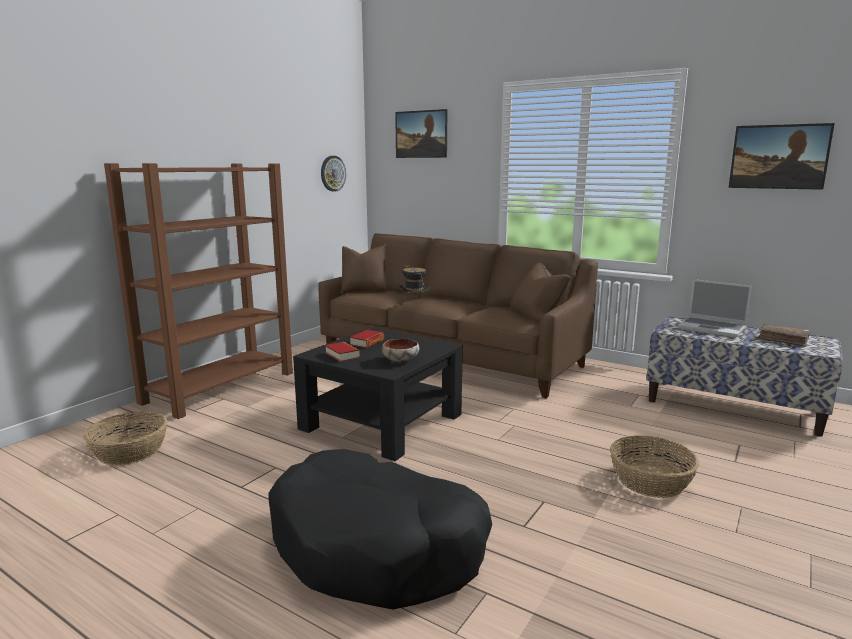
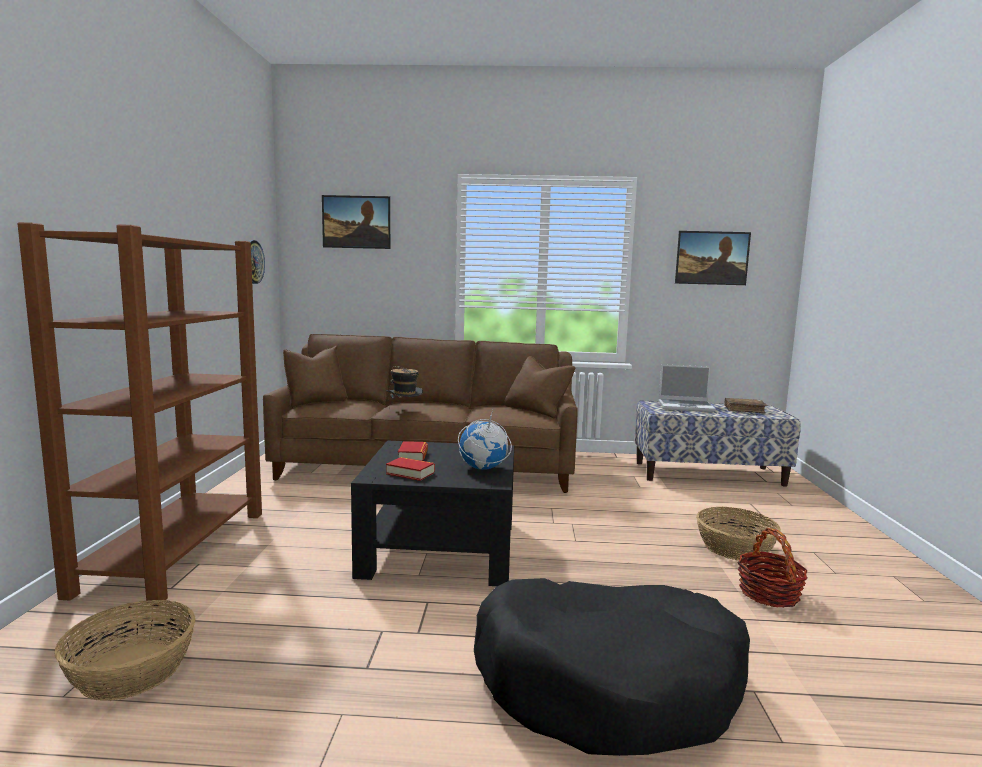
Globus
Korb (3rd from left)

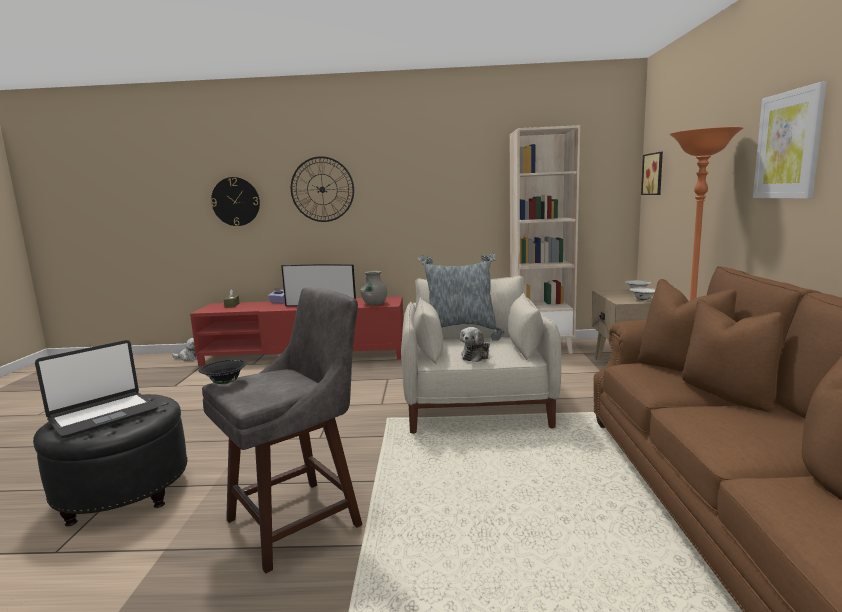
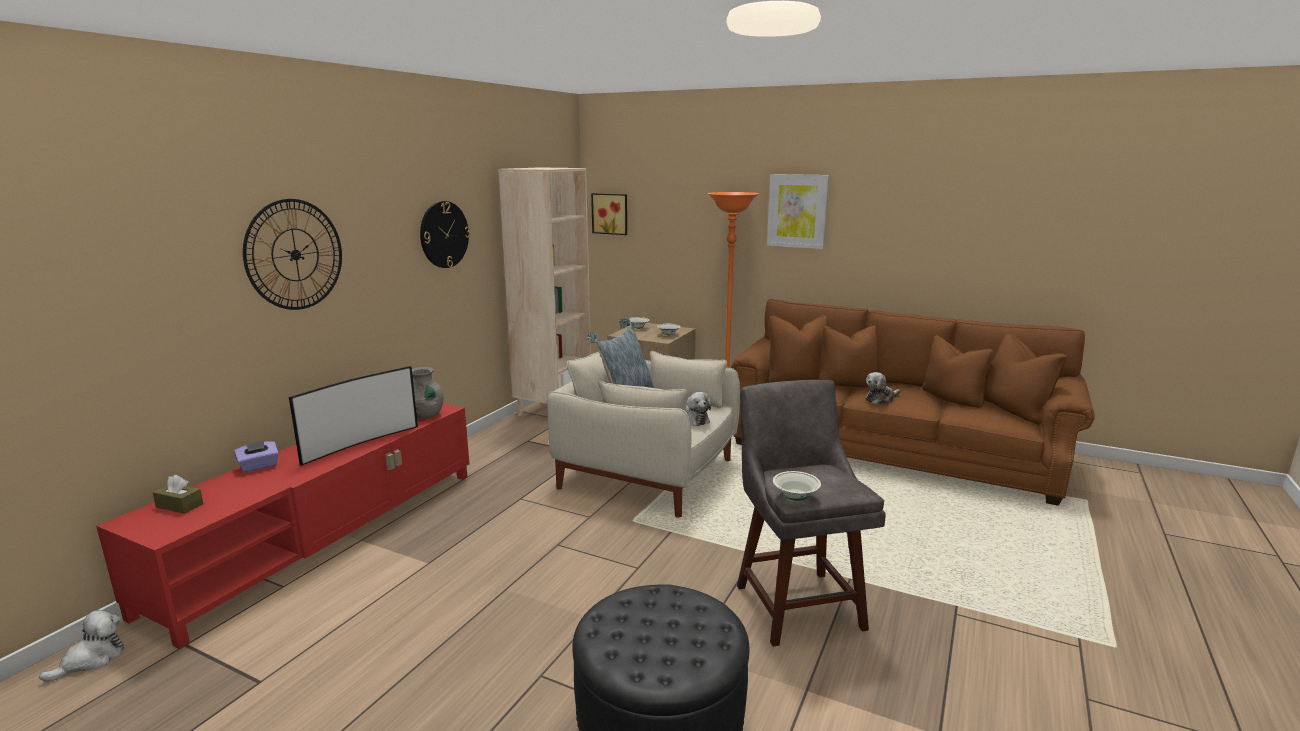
Wanduhr (2nd from left)
Laptop
Schüssel [weiß] (3rd from left)
Plüschtier (3rd from left)

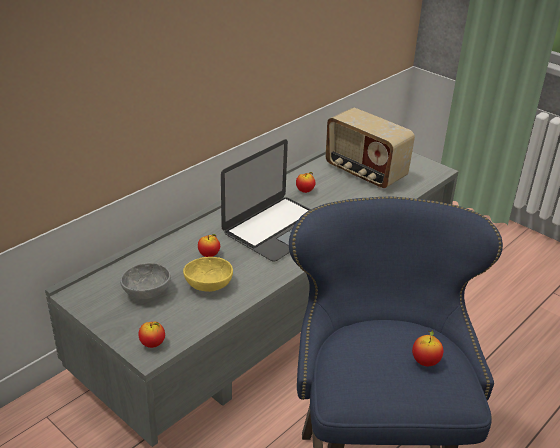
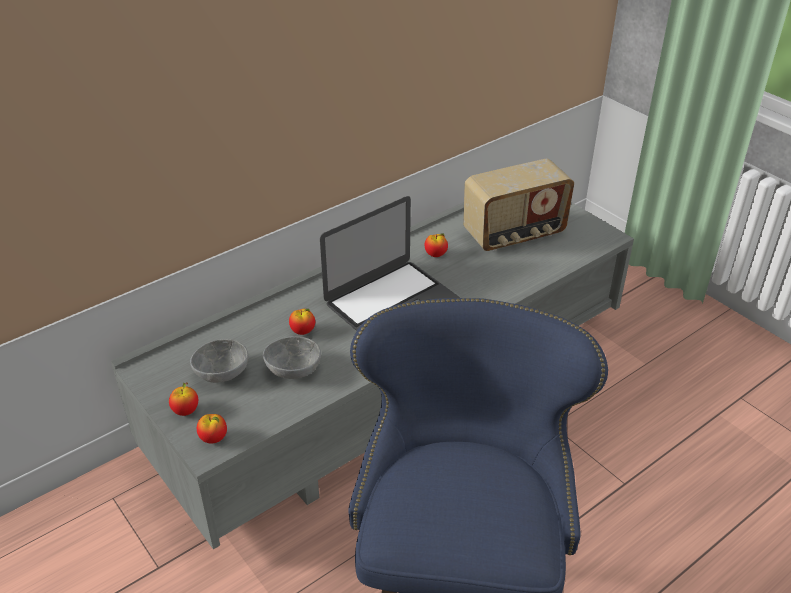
Radio
Schüssel [grau] (2nd from left)
Apfel (1st from left)

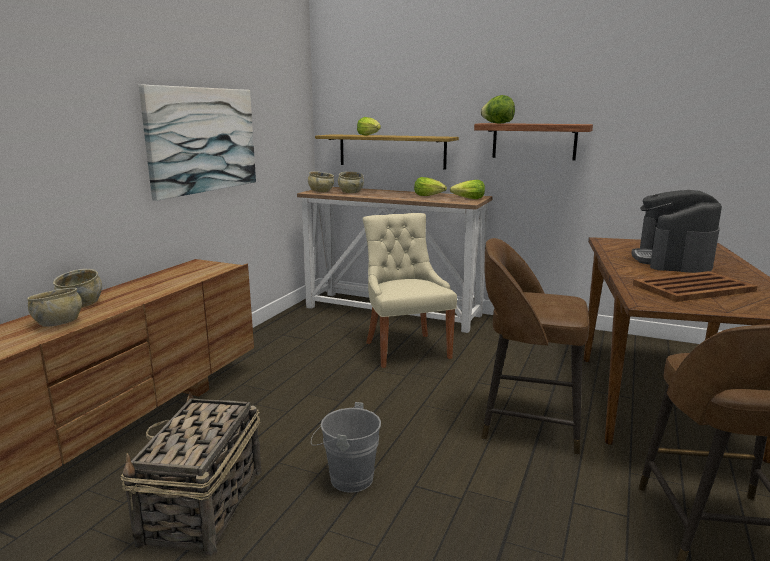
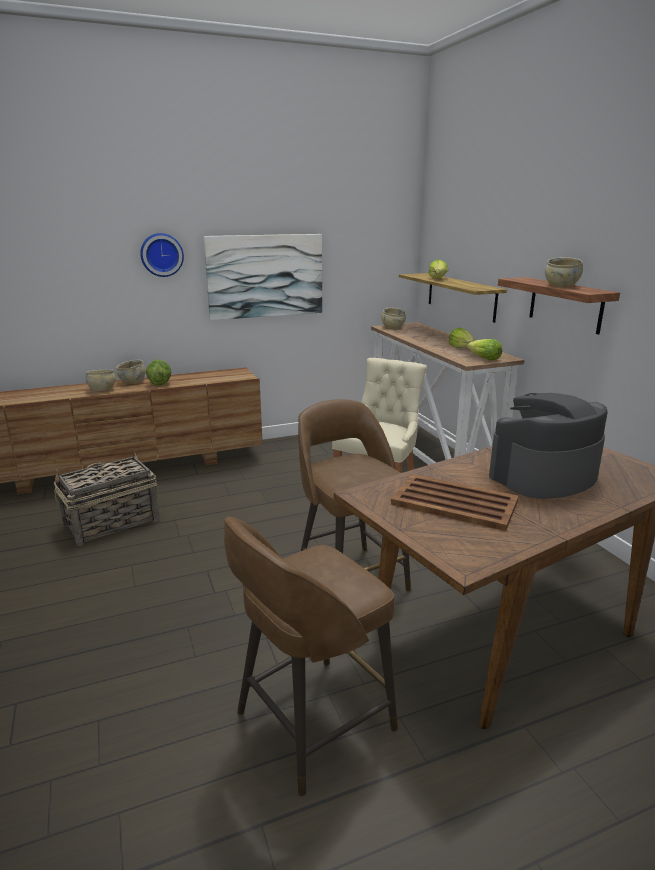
Salatkopf (1st from left)
Schüssel [beige] (4th from left)
Eimer [grau]
Wanduhr

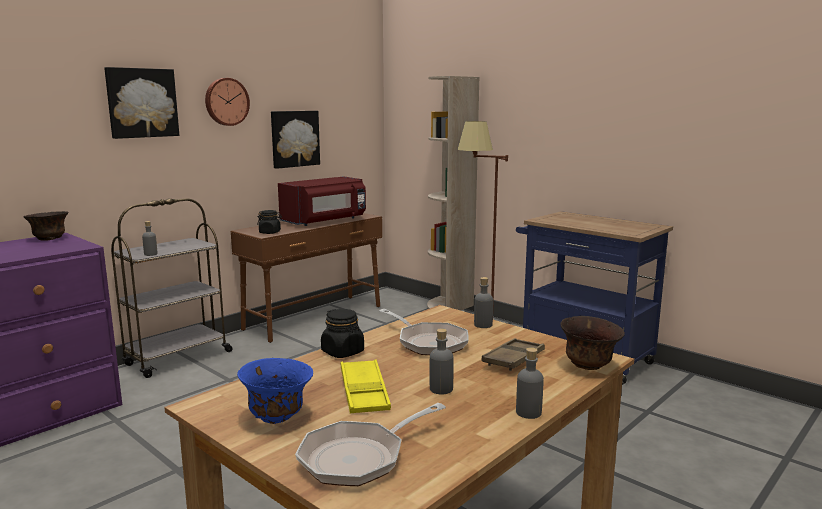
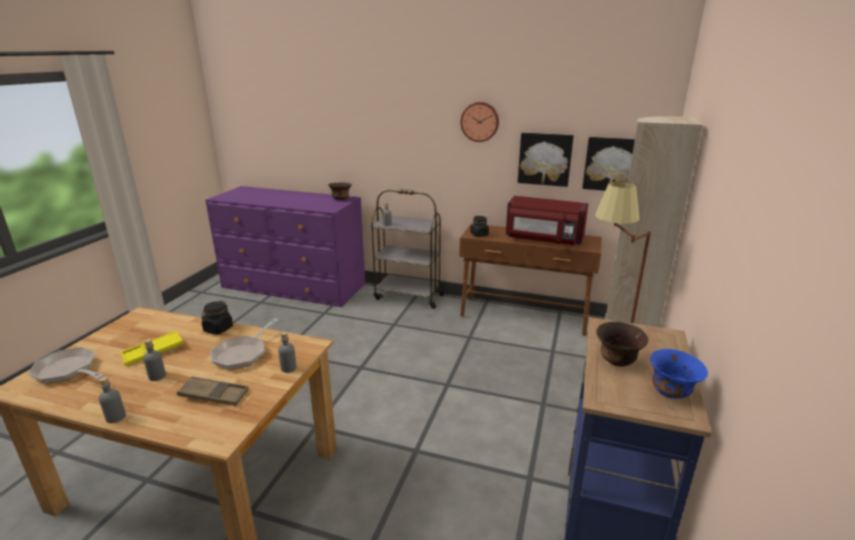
Bild (2nd from left)
Schüssel [braun] (2nd from left)
Schüssel [blau]

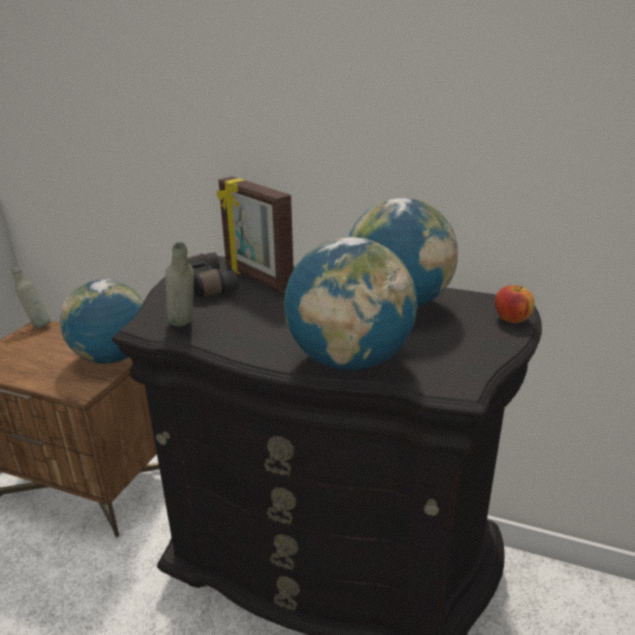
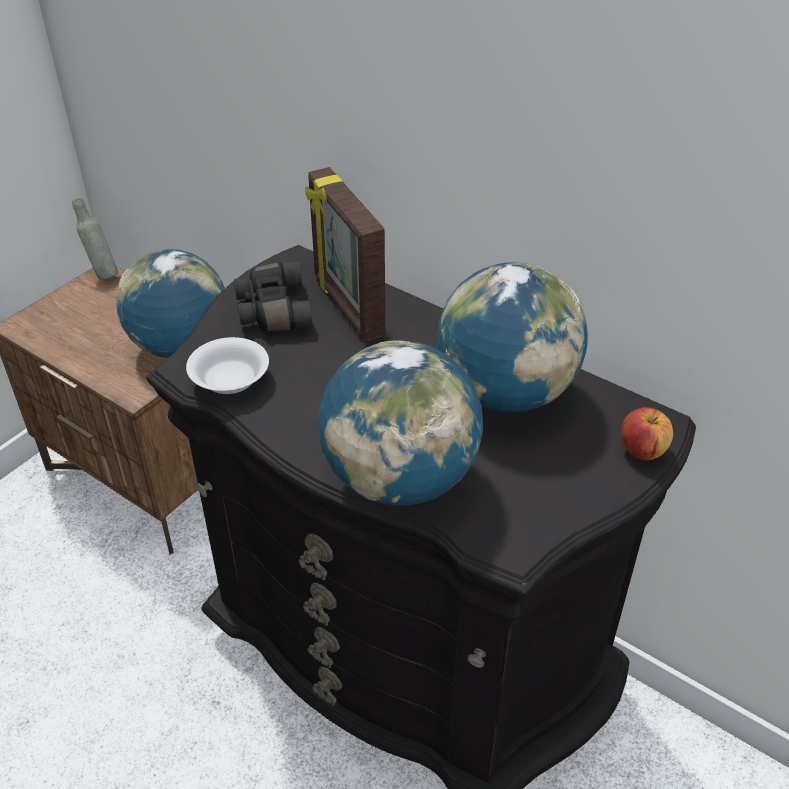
Schüssel [weiß]

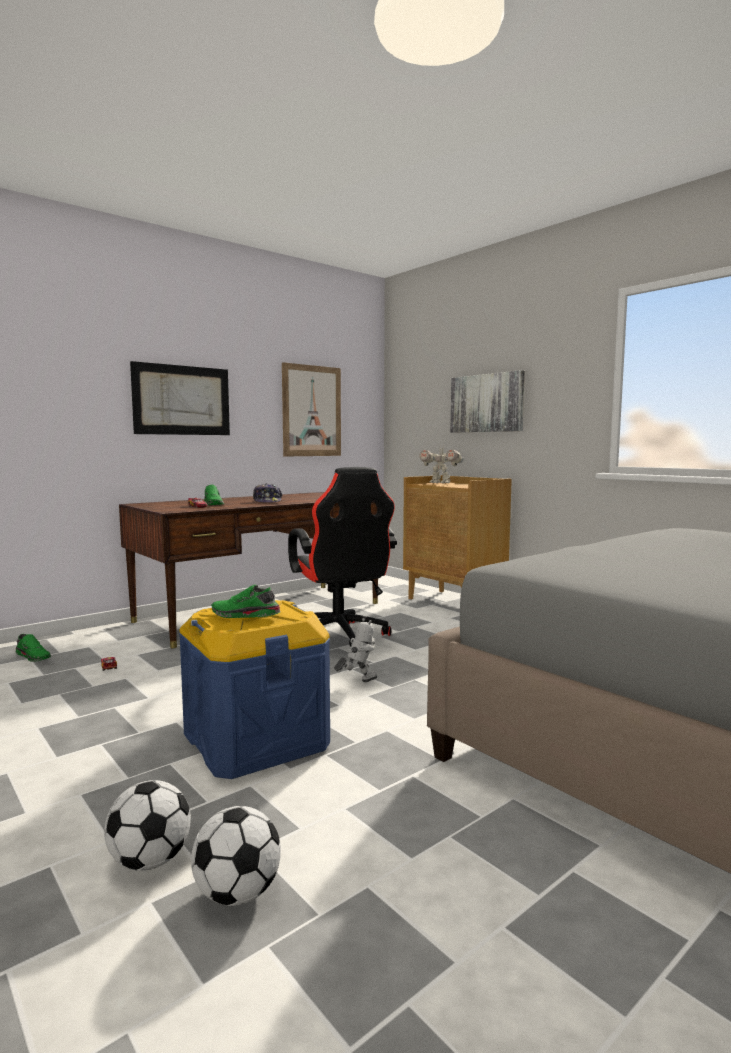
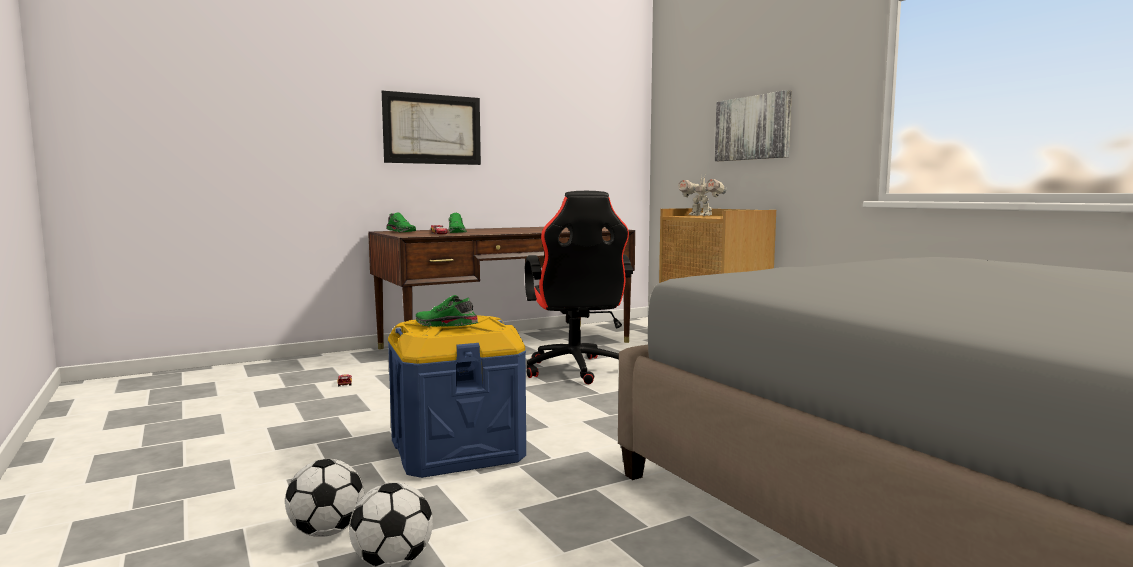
Bild (2nd from left in the first image)
Kappe
Spielzeugroboter (1st from left in the first image)
Schuh [grün] (1st from left)

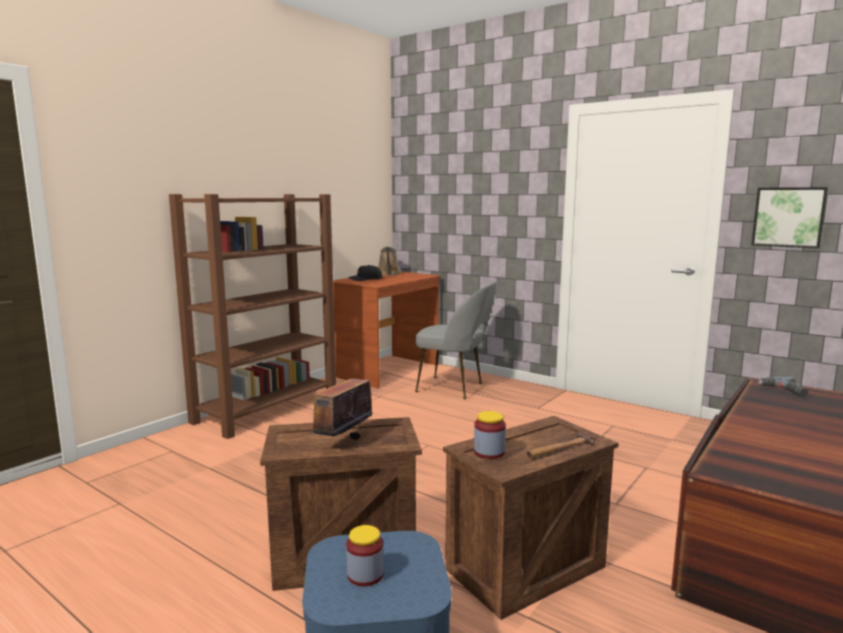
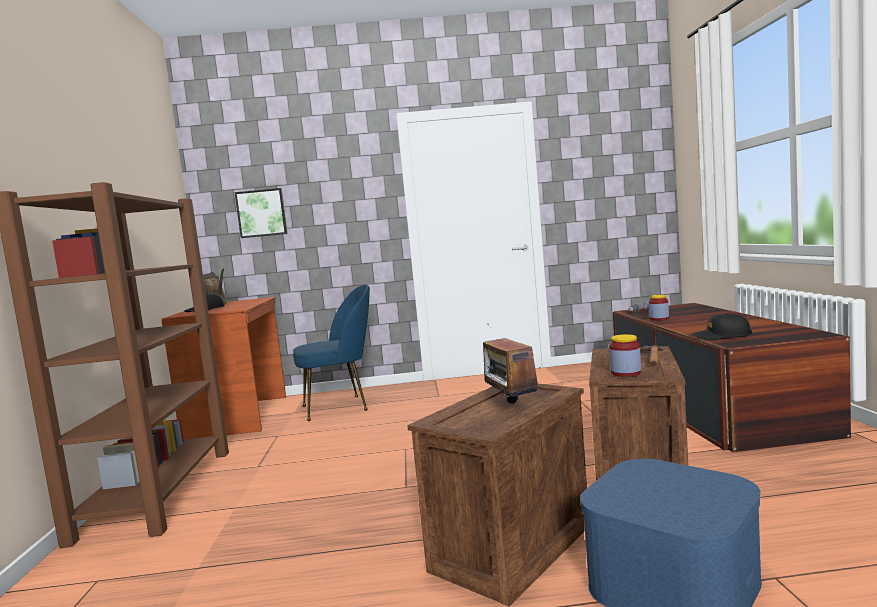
Bild
Stuhl [blau]
Vorratsglas (2nd from left)
Kappe [schwarz] (2nd from left)

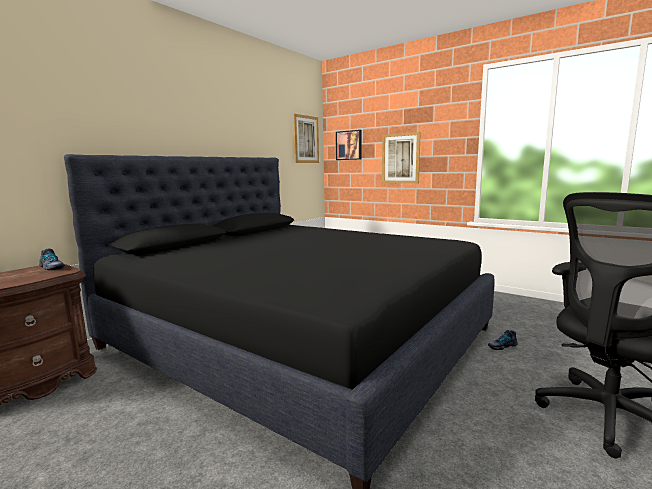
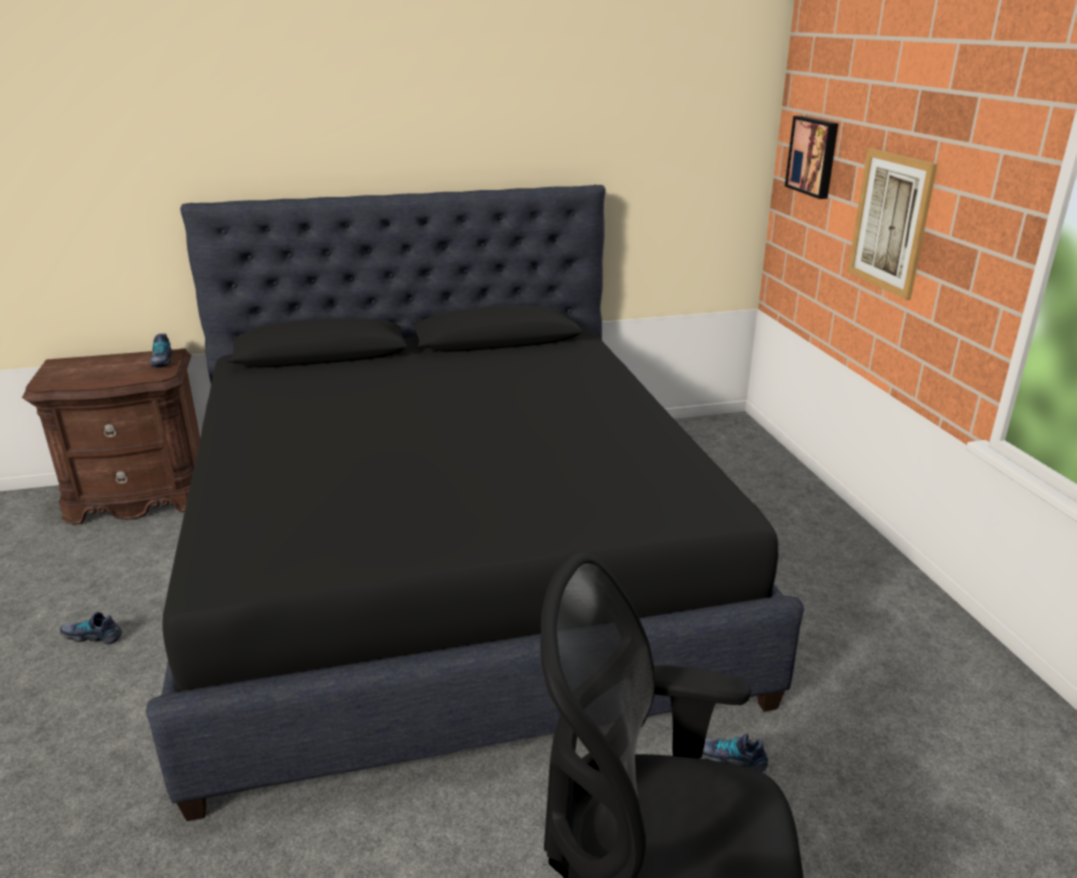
Bild (1st from left in the first image)
Schuh (1st from left)

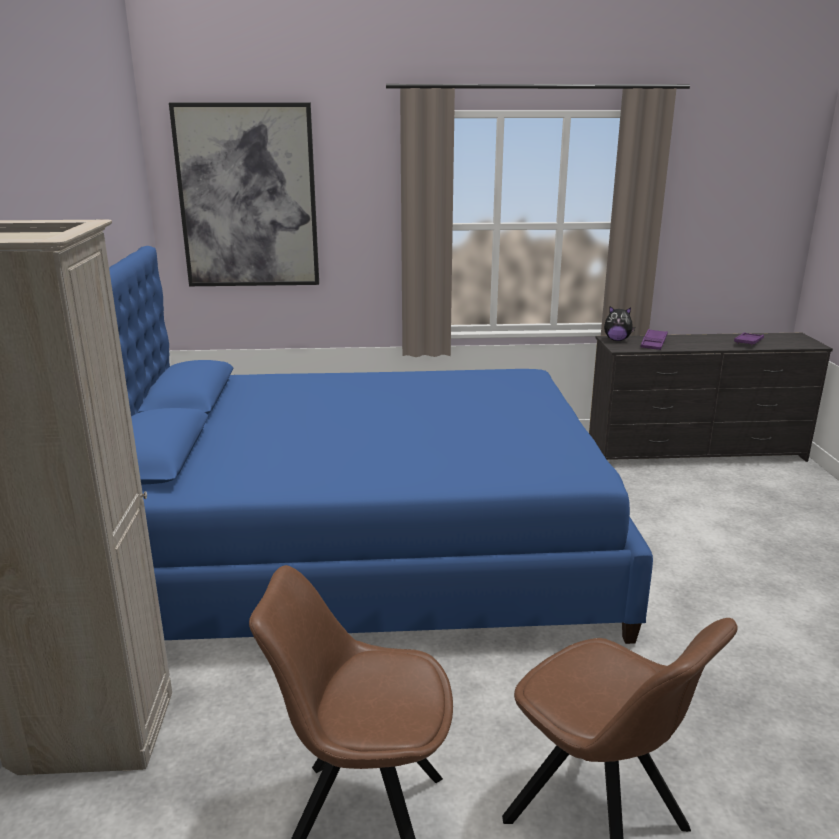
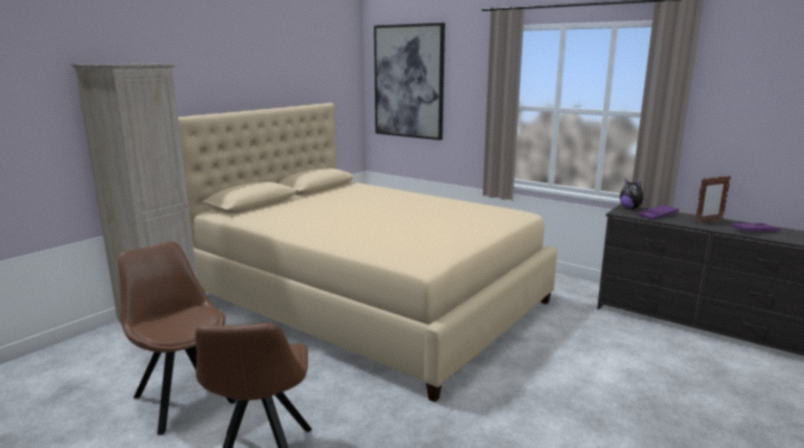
Bett [beige]
Bilderrahmen

